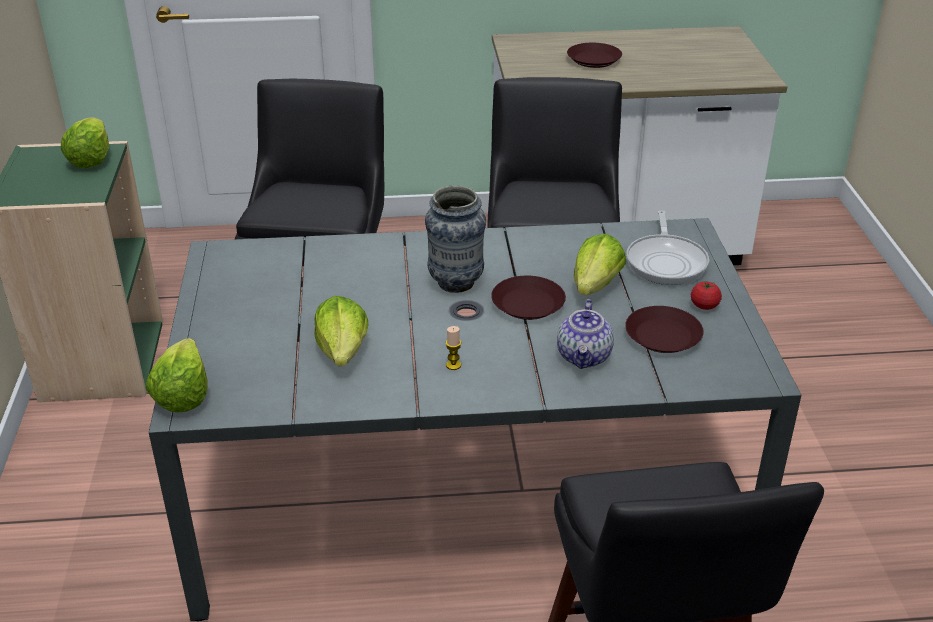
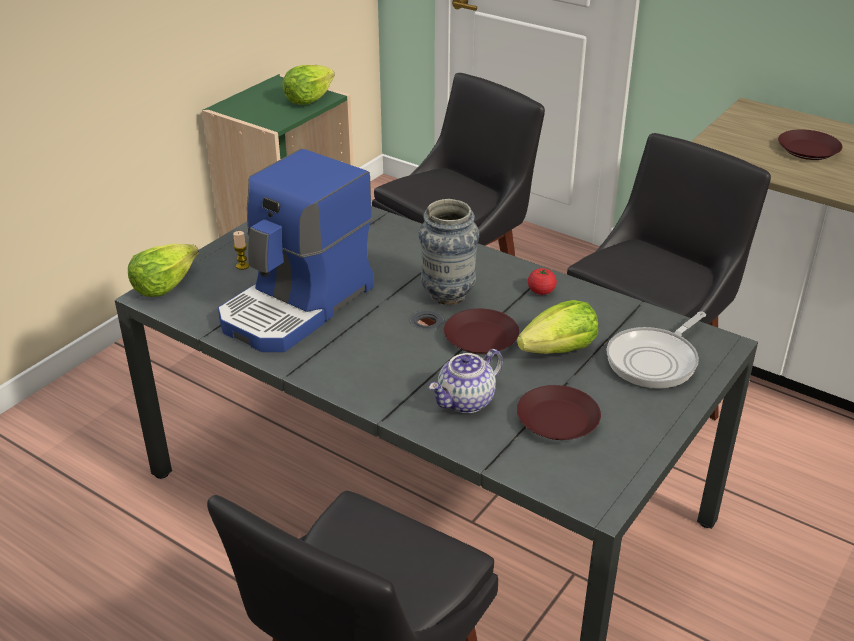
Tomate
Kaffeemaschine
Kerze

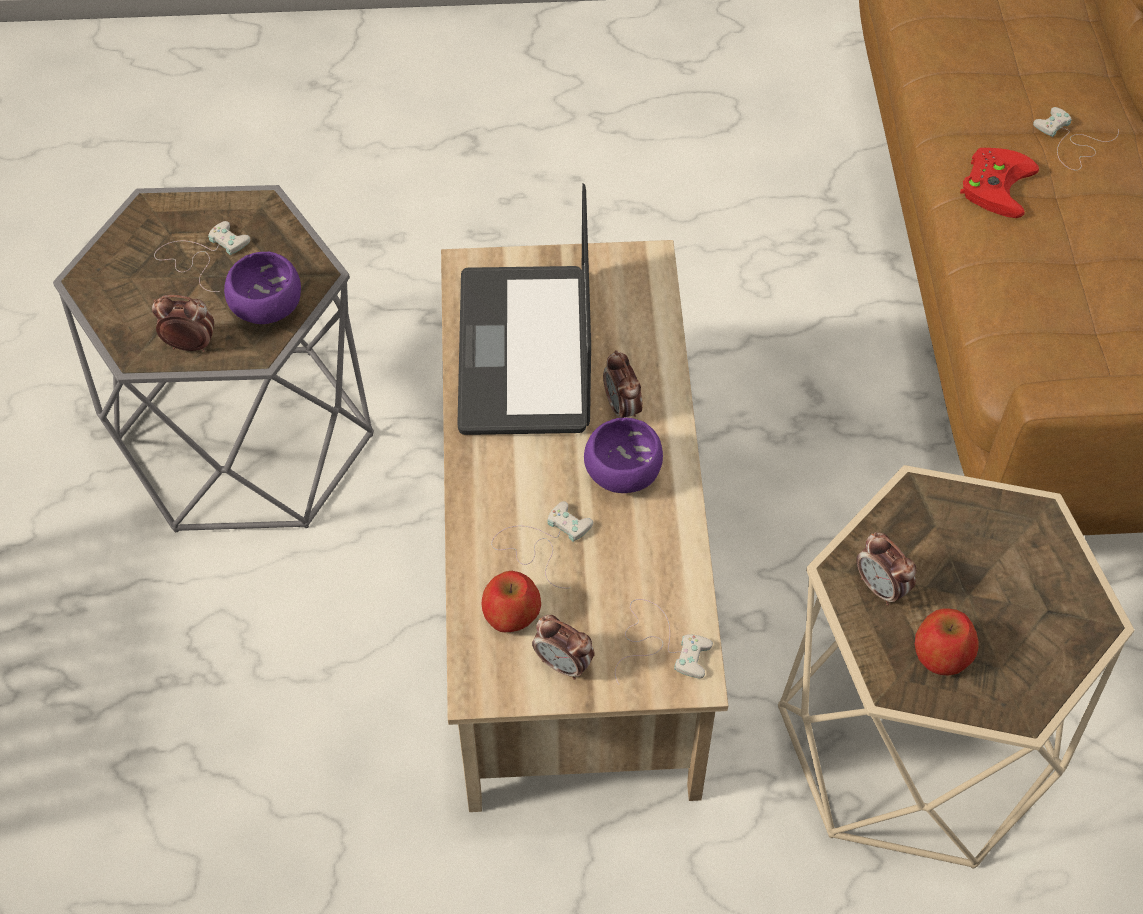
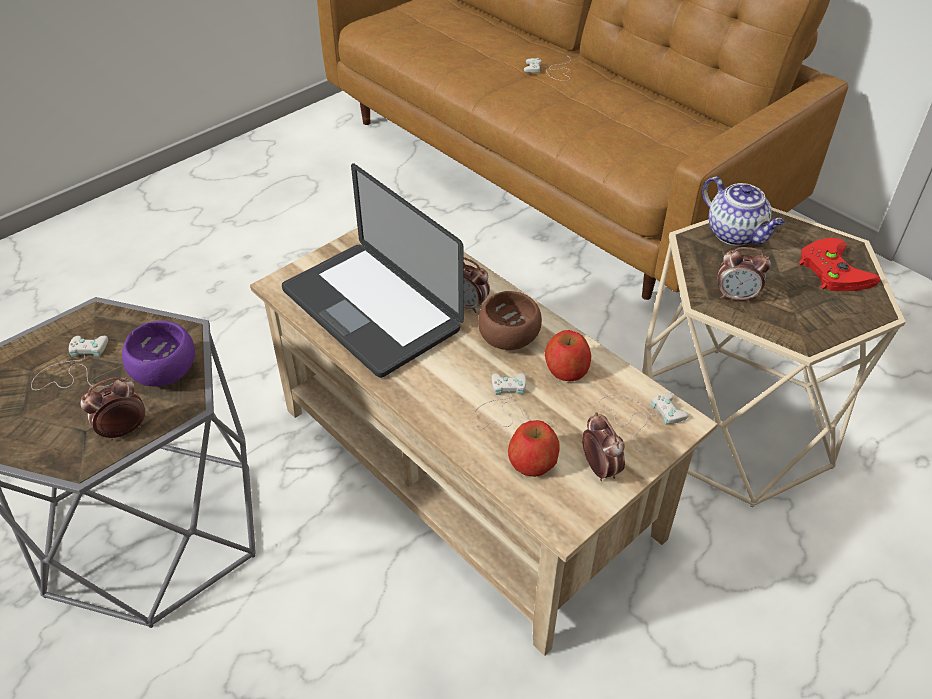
Gamepad [rot]
Schüssel [braun]
Apfel (2nd from left)
Wecker (3rd from left)
Teekanne

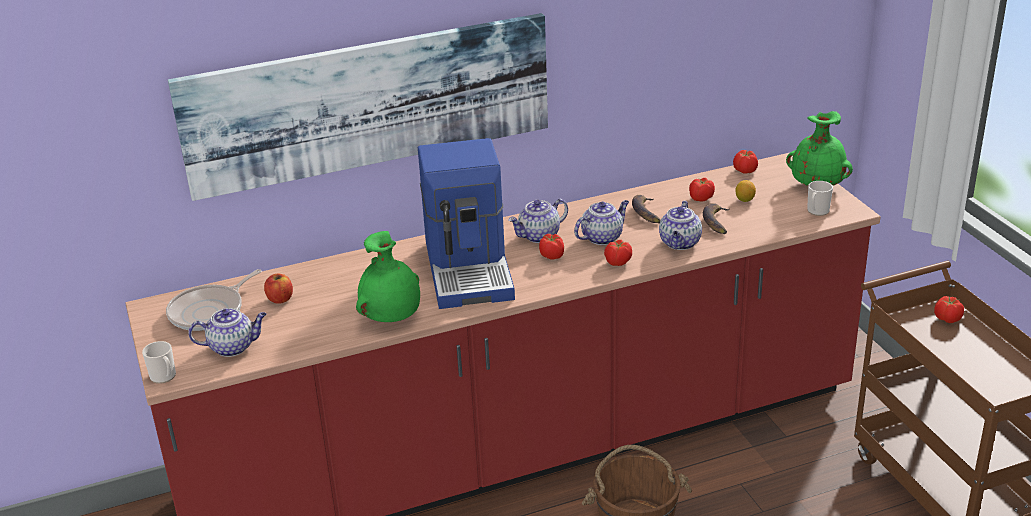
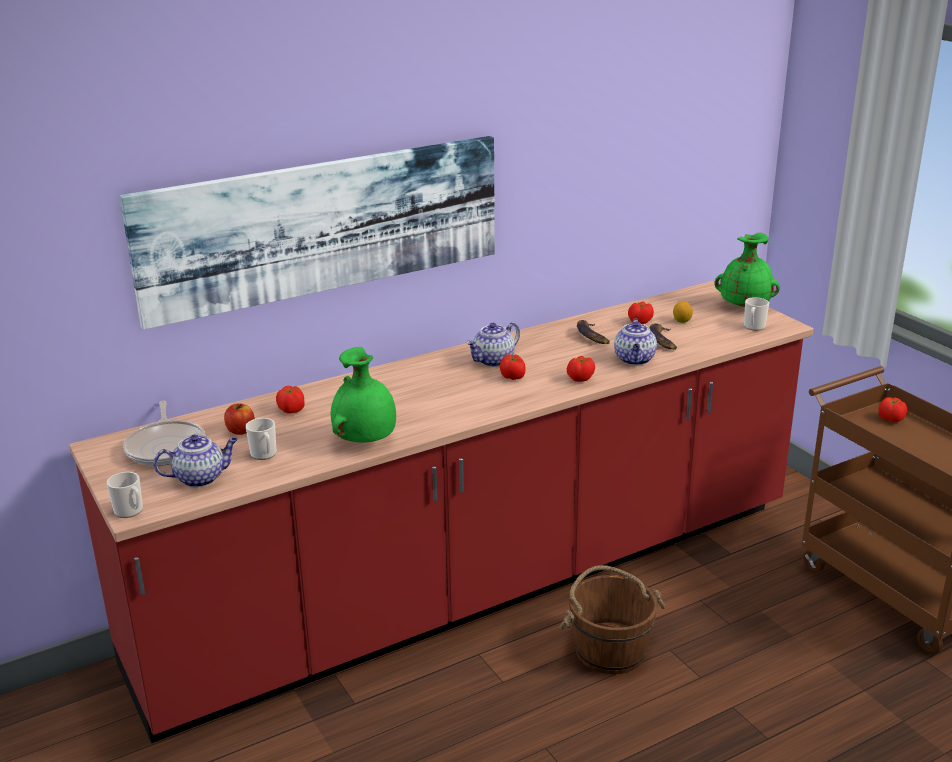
Kaffeemaschine
Tomate (1st from left)
Teekanne (3rd from left in the first image)
Pfanne
Henkelbecher (2nd from left)

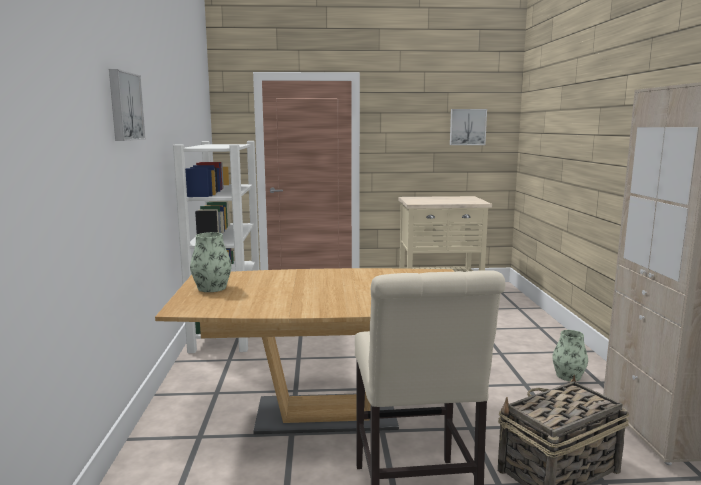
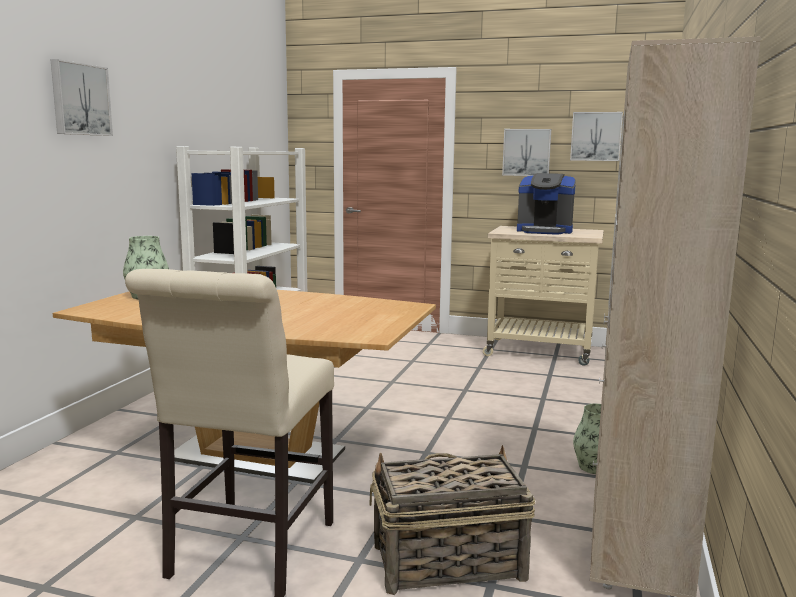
Bild (2nd from left)
Kaffeemaschine

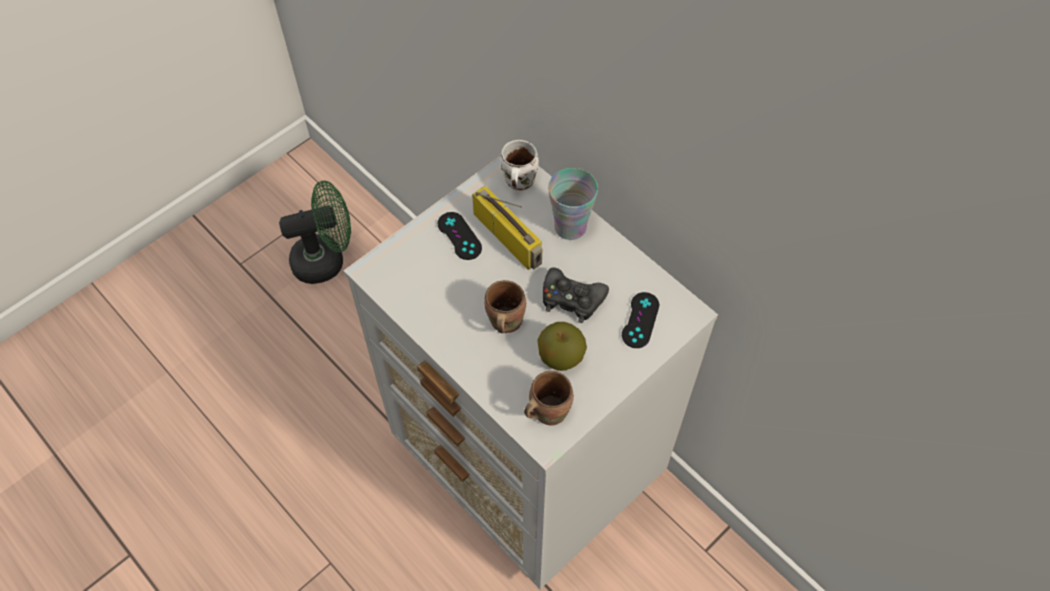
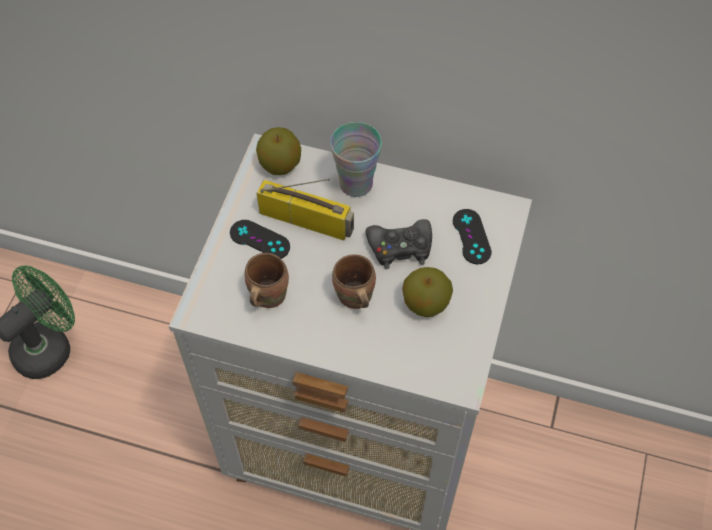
Apfel (1st from left)
Henkelbecher [braun] (1st from left)

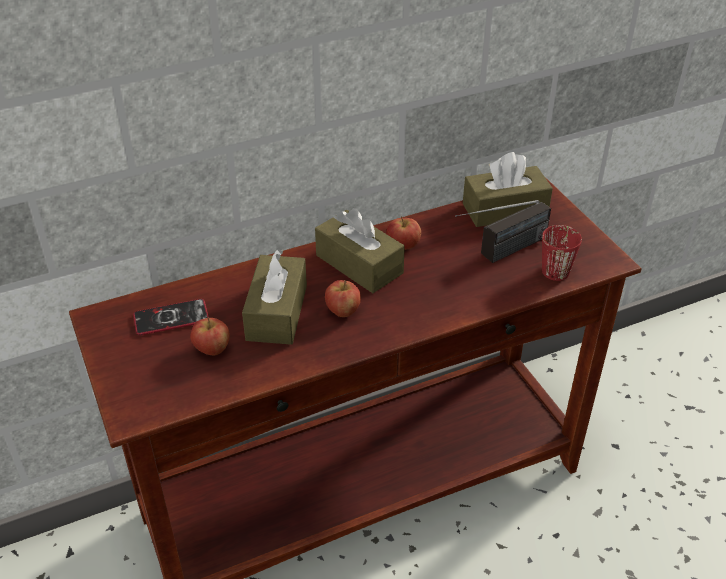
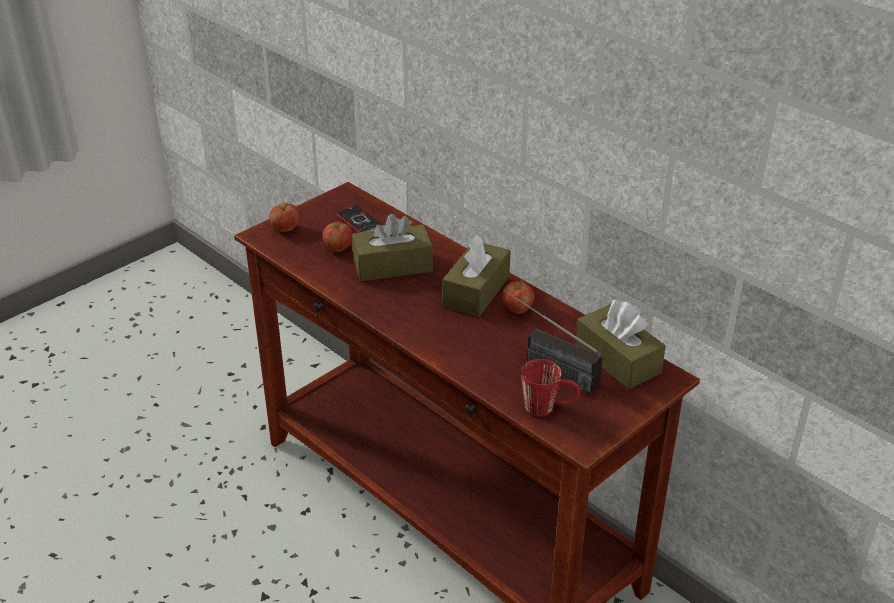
Apfel (1st from left)

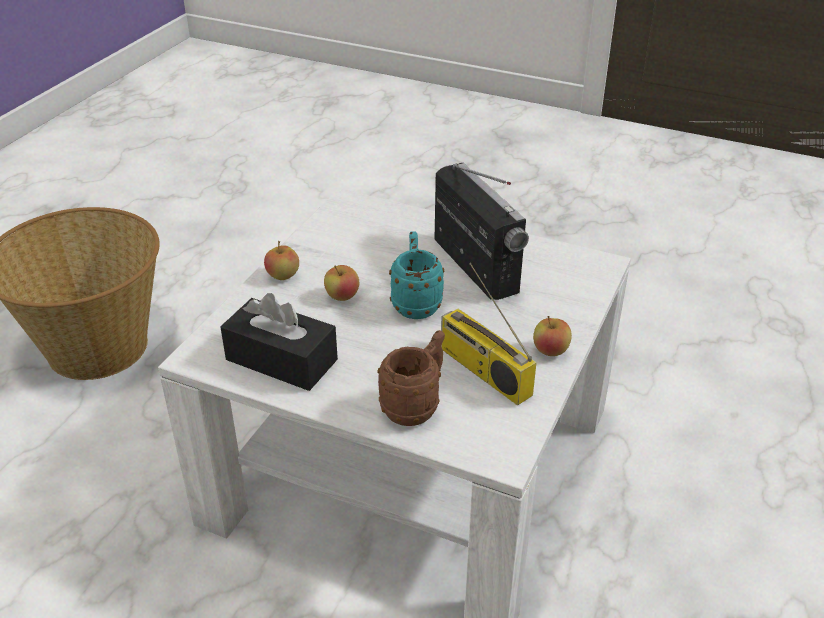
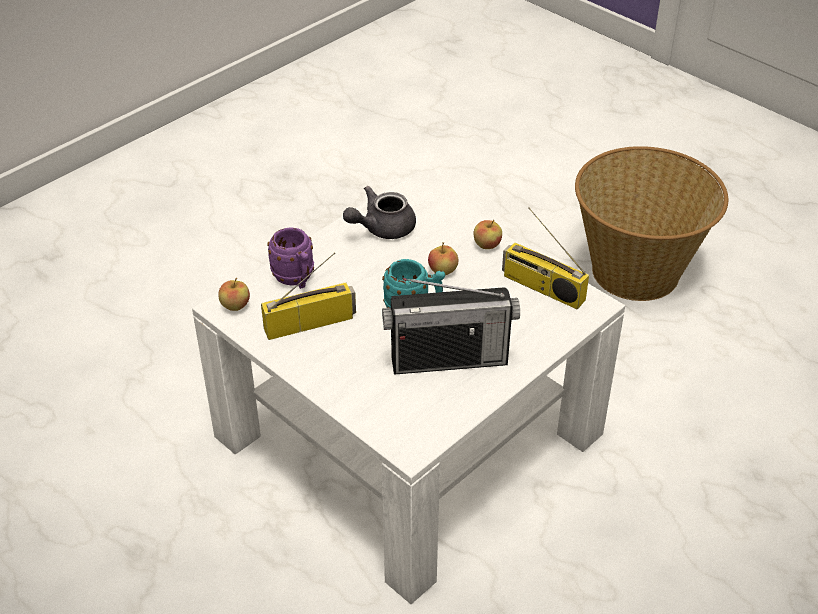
Teekanne [grau]
Apfel (1st from left)
Henkelbecher [lila]
Radio (3rd from left)

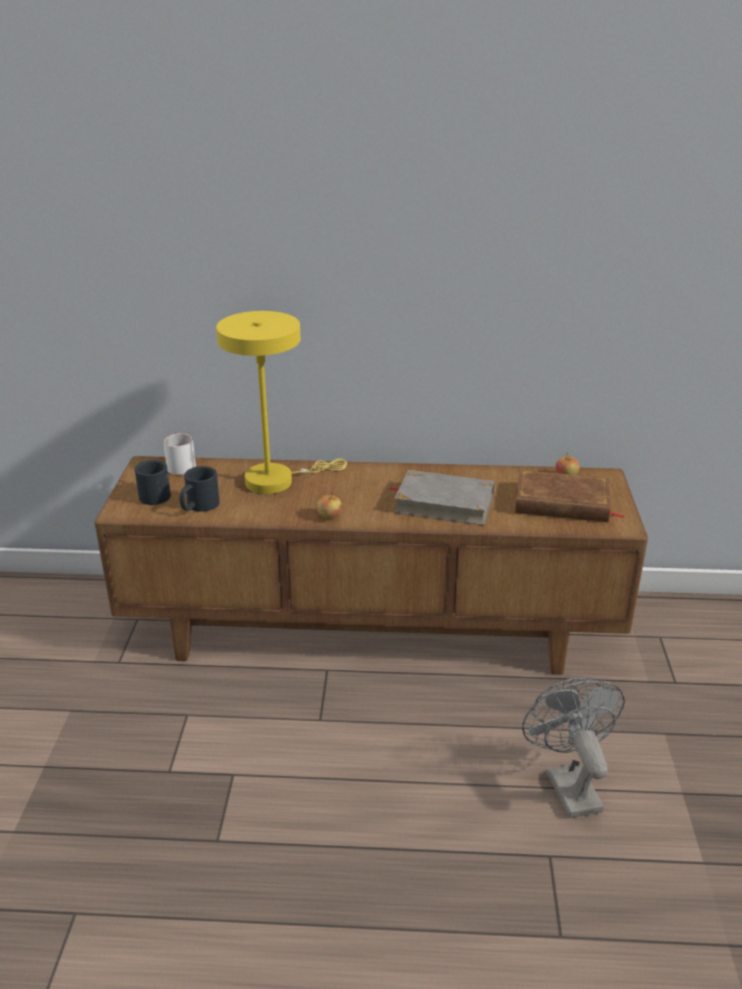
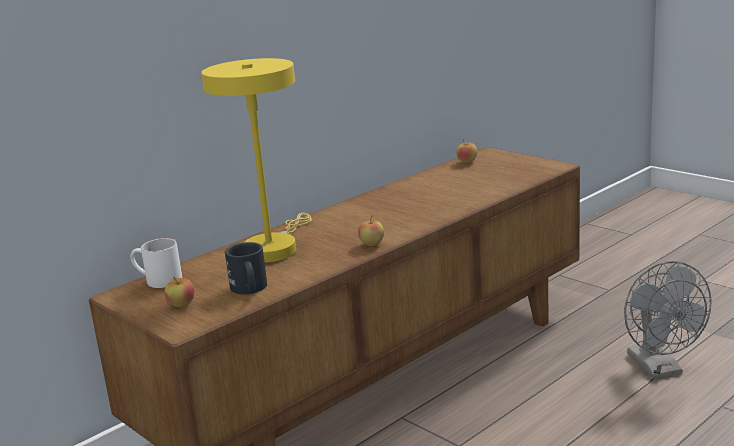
Apfel (1st from left)
Buch [grau]
Buch [braun]
Ventilator [grau]

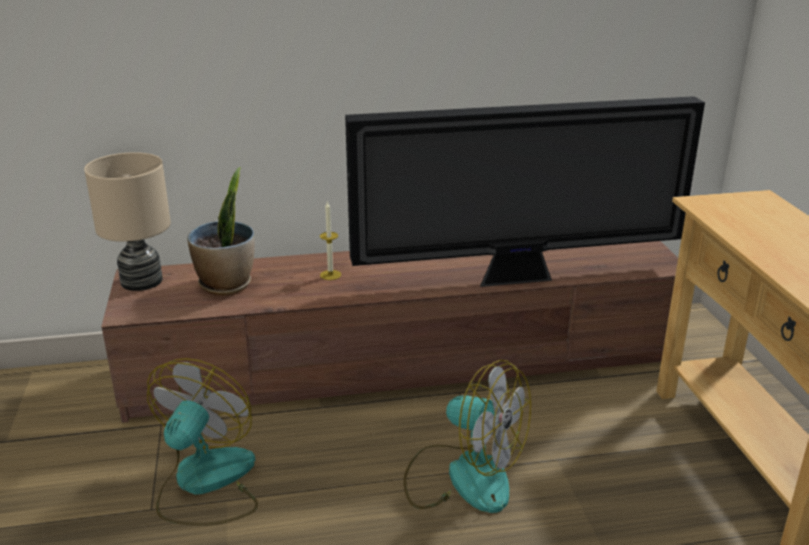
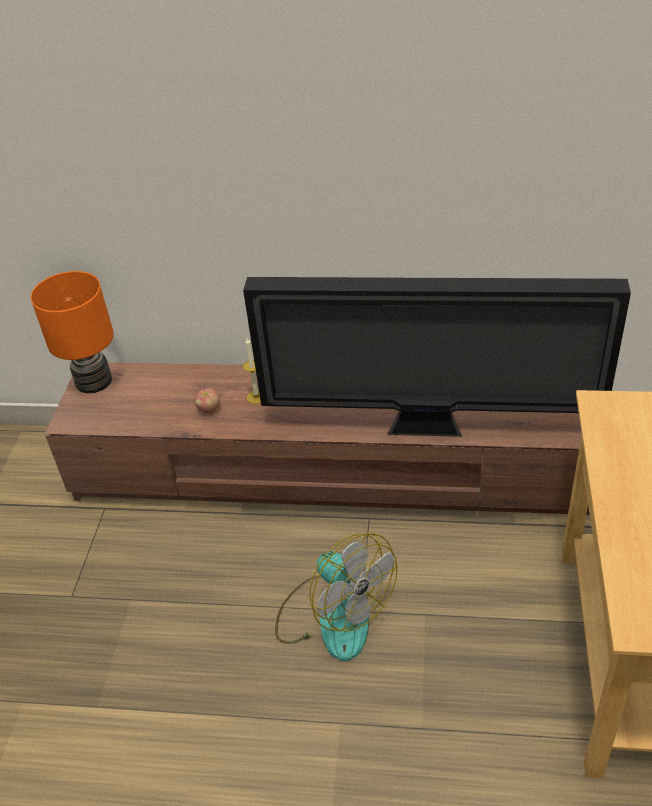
Tischlampe [orange]
Topfpflanze
Ventilator (1st from left in the first image)
Apfel

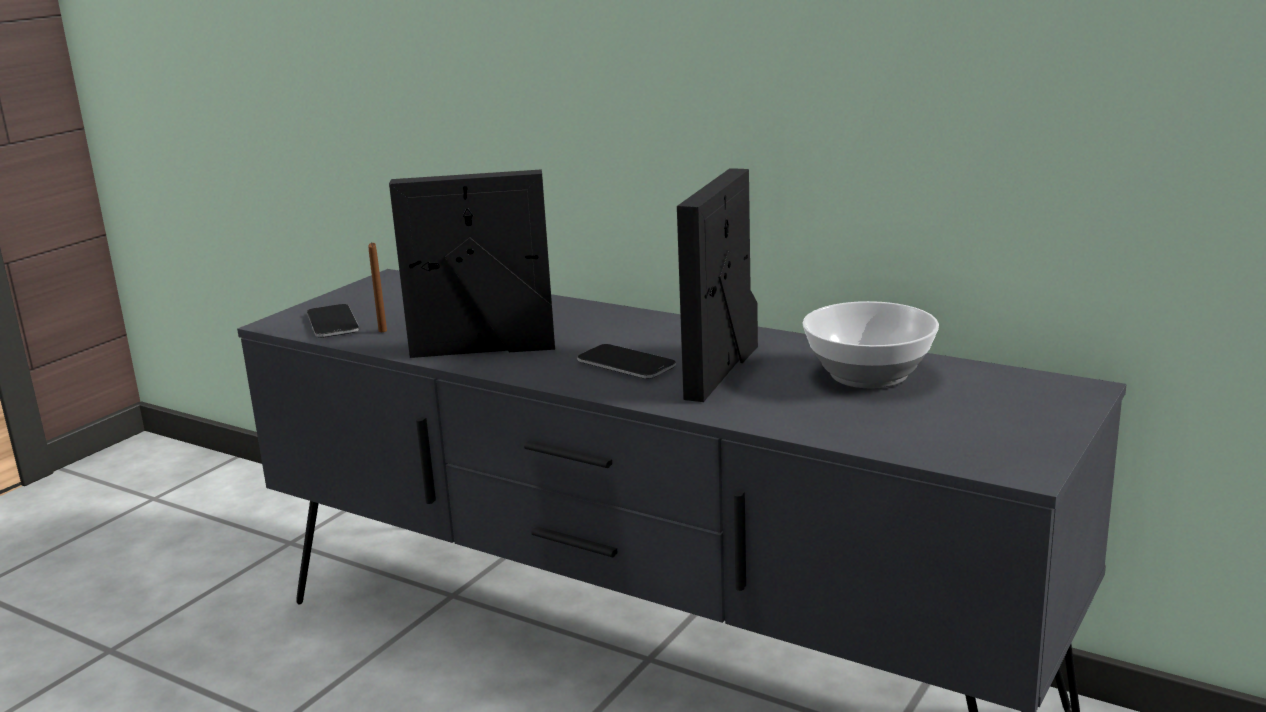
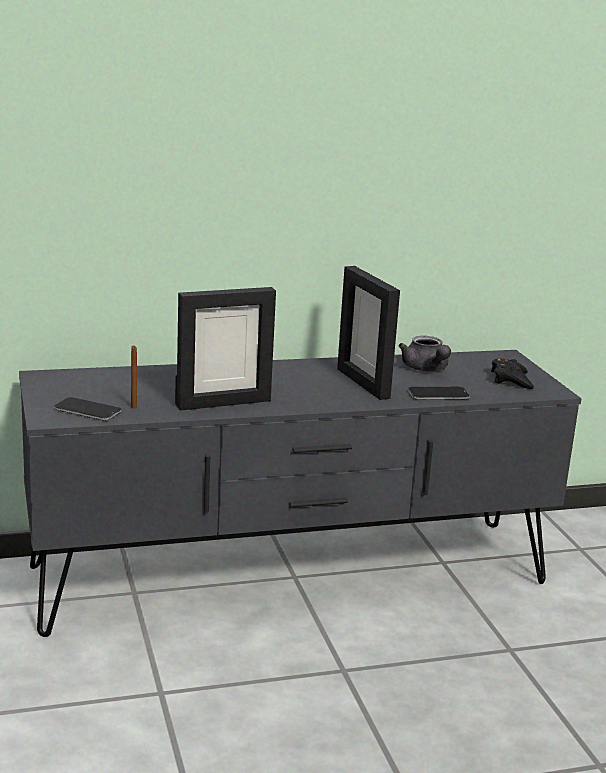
Bilderrahmen (1st from left)
Teekanne [grau]
Handy (2nd from left)
Gamepad [schwarz]

